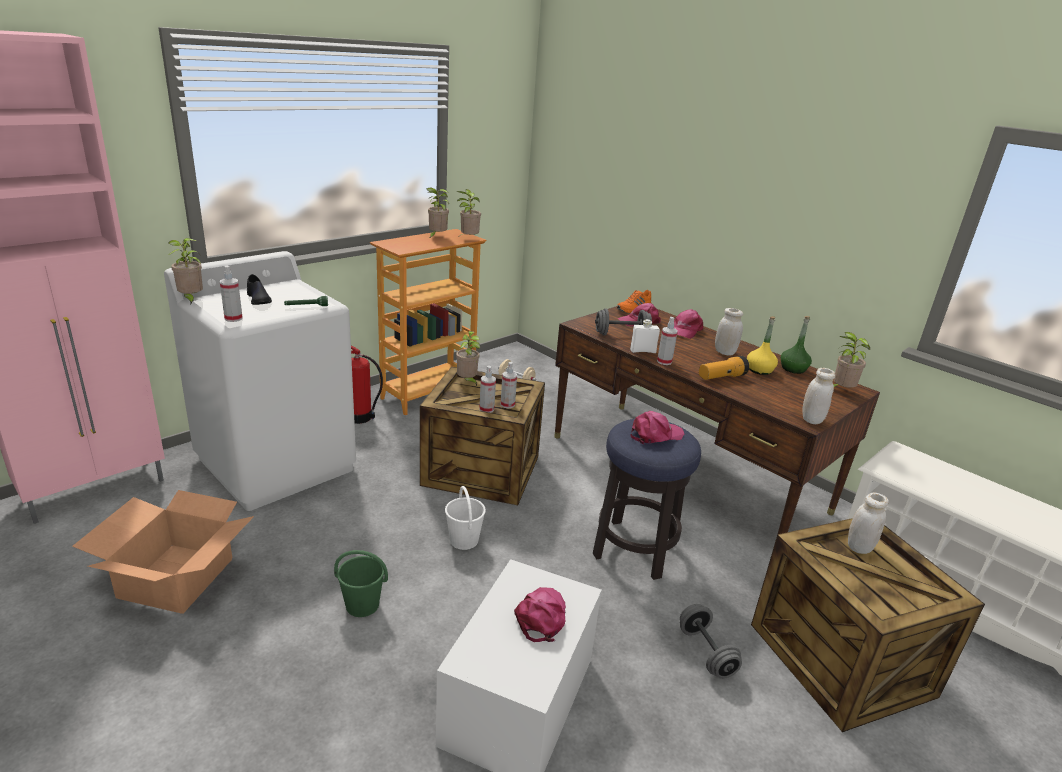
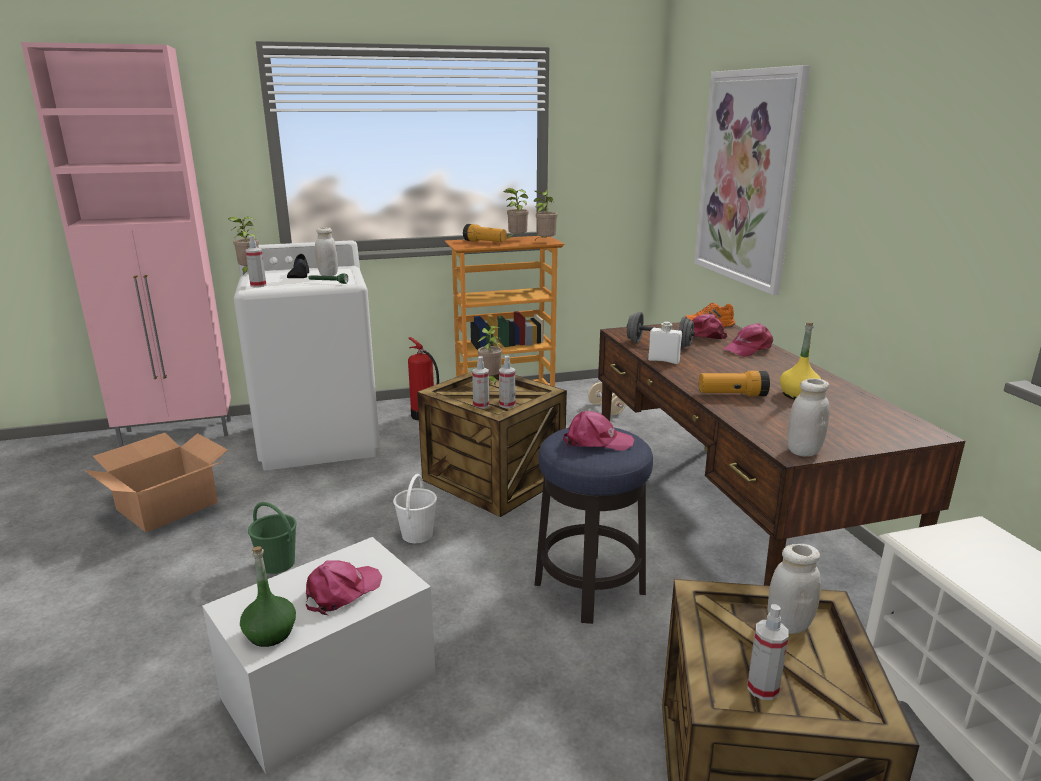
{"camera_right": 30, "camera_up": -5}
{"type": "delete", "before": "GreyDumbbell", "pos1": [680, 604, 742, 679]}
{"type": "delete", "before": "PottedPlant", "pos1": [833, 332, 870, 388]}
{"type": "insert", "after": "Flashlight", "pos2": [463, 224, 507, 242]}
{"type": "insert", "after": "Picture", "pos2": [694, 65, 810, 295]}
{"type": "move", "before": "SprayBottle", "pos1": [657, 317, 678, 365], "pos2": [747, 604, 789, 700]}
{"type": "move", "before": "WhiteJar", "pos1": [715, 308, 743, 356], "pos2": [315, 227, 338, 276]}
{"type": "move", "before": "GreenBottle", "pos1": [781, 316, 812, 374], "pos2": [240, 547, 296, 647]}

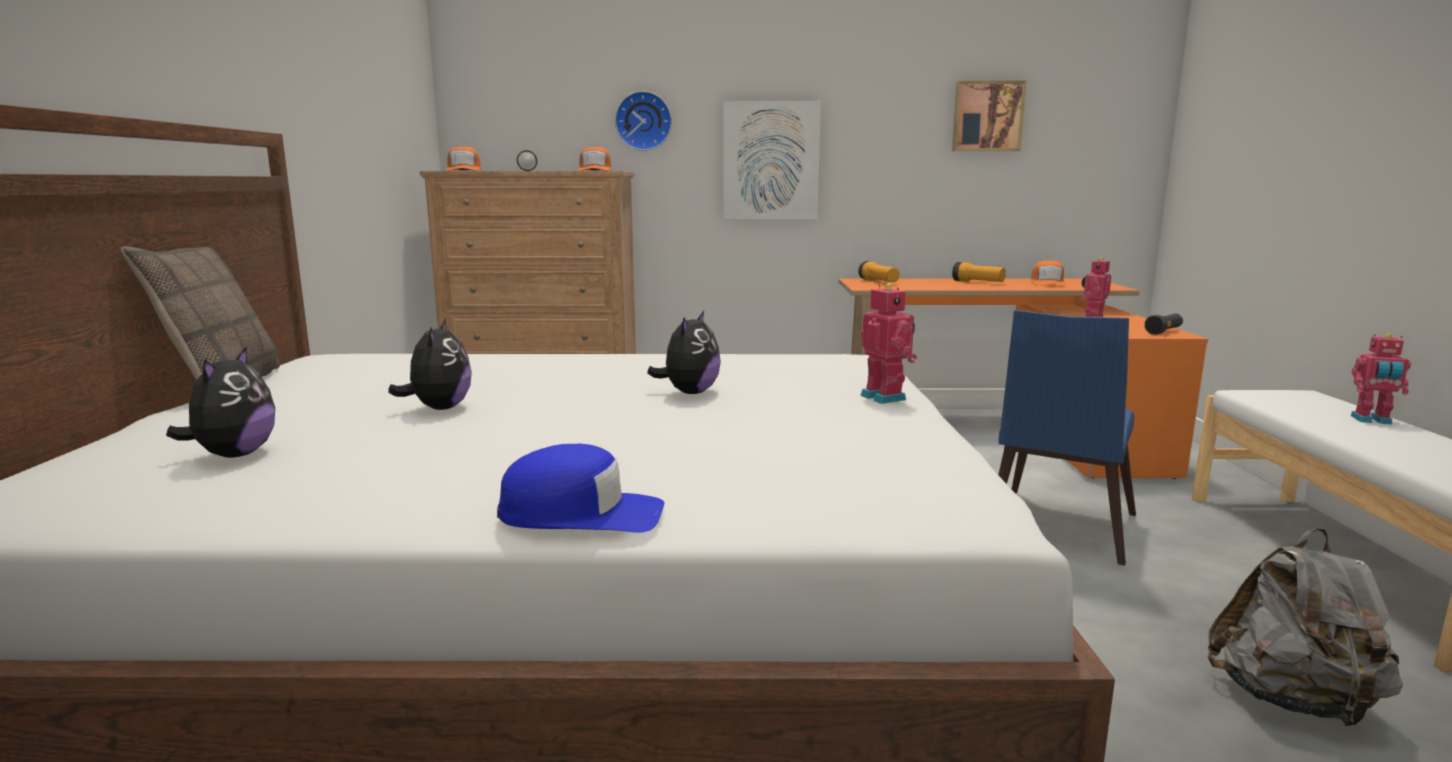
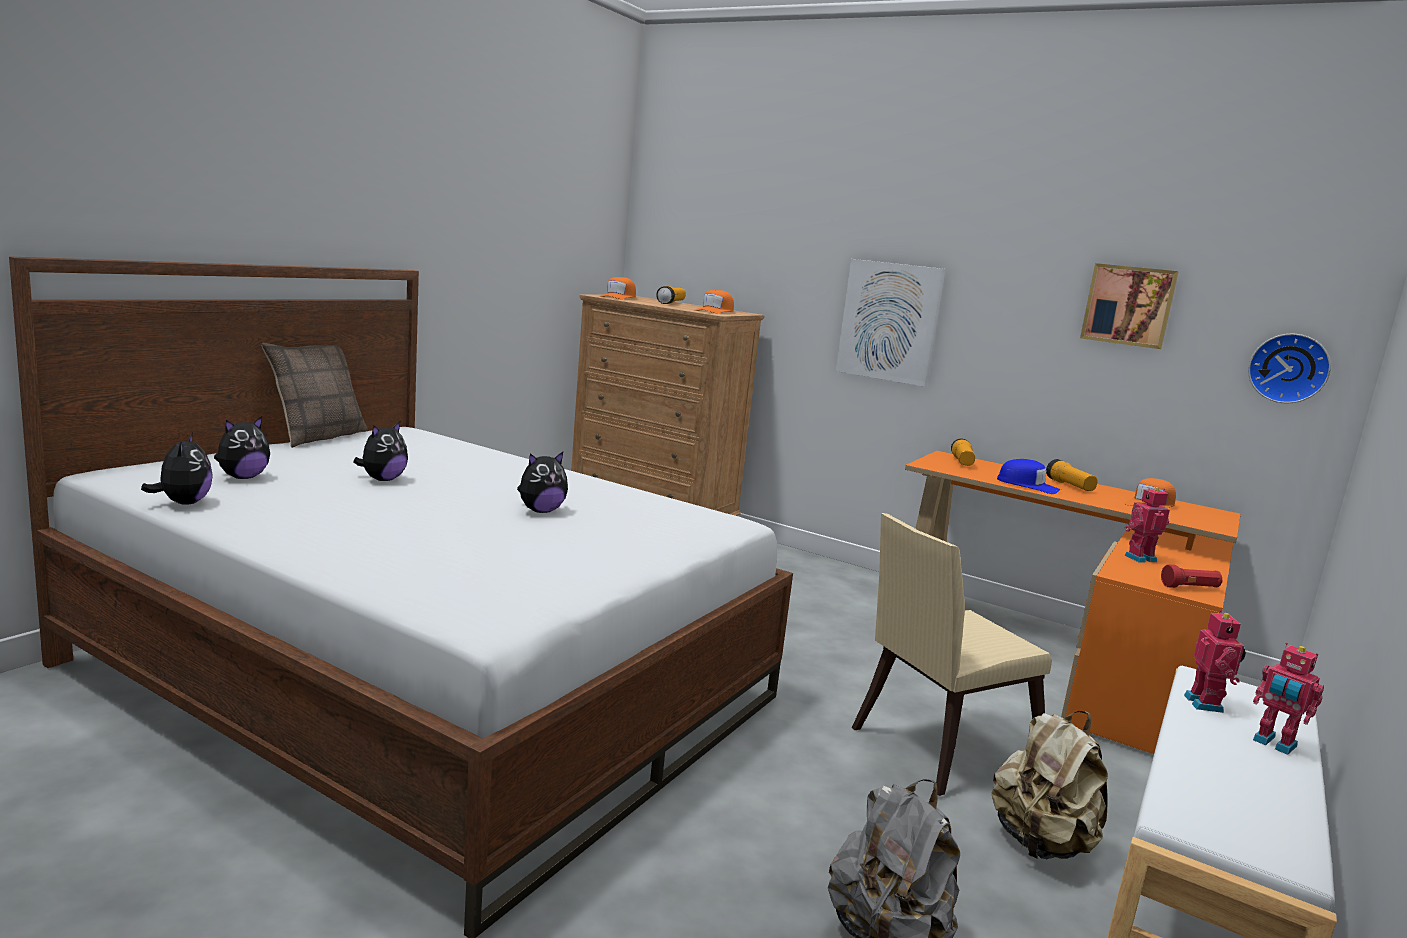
{"camera_right": 30, "camera_up": 0}
{"type": "insert", "after": "PlushToy", "pos2": [141, 432, 213, 505]}
{"type": "insert", "after": "BeigeBackpack", "pos2": [991, 711, 1108, 859]}
{"type": "move", "before": "BlueCap", "pos1": [497, 444, 664, 532], "pos2": [997, 459, 1061, 494]}
{"type": "move", "before": "WallClock", "pos1": [615, 91, 672, 151], "pos2": [1248, 334, 1331, 403]}
{"type": "move", "before": "ToyRobot", "pos1": [860, 284, 917, 404], "pos2": [1184, 610, 1246, 713]}
{"type": "recolor", "before": "BlueChair", "after": "BeigeChair", "pos1": [998, 310, 1136, 566], "pos2": [852, 513, 1052, 796]}
{"type": "recolor", "before": "BlackFlashlight", "after": "RedFlashlight", "pos1": [1144, 313, 1183, 335], "pos2": [1161, 564, 1223, 588]}

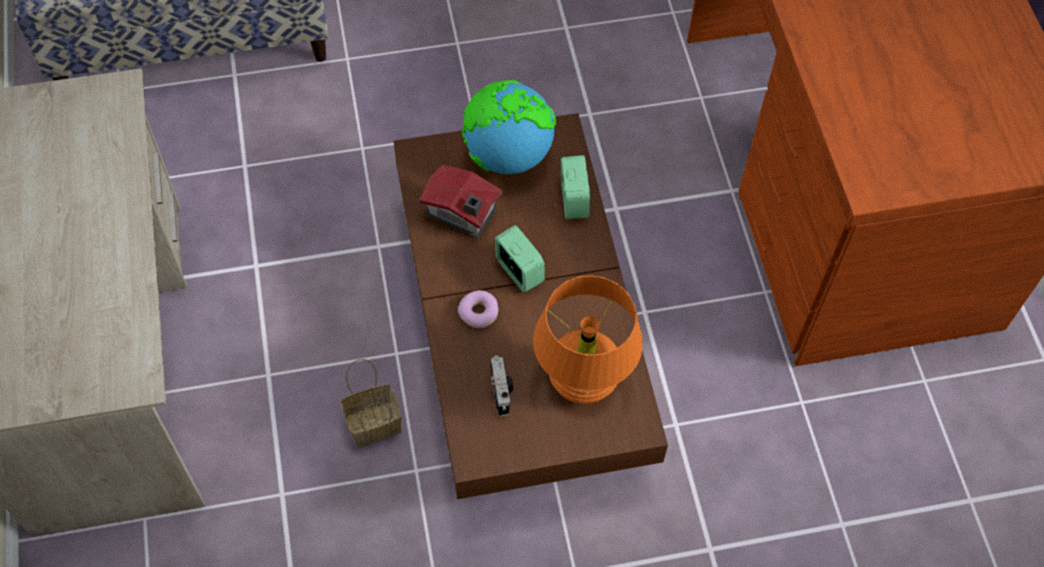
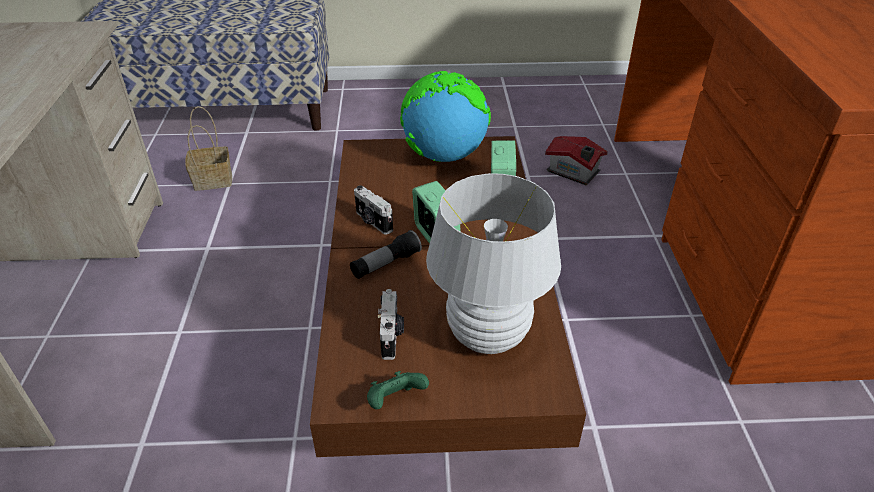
{"camera_right": 10, "camera_up": -20}
{"type": "insert", "after": "PhotoCamera", "pos2": [354, 185, 393, 235]}
{"type": "insert", "after": "GreenGameController", "pos2": [367, 371, 429, 409]}
{"type": "move", "before": "Basket", "pos1": [341, 359, 402, 448], "pos2": [185, 106, 232, 191]}
{"type": "move", "before": "ToyHouse", "pos1": [419, 165, 502, 239], "pos2": [545, 136, 608, 185]}
{"type": "replace", "before": "Donut", "after": "Flashlight", "pos1": [458, 290, 499, 328], "pos2": [350, 230, 422, 279]}
{"type": "recolor", "before": "OrangeTableLamp", "after": "WhiteTableLamp", "pos1": [533, 275, 643, 404], "pos2": [426, 173, 561, 354]}

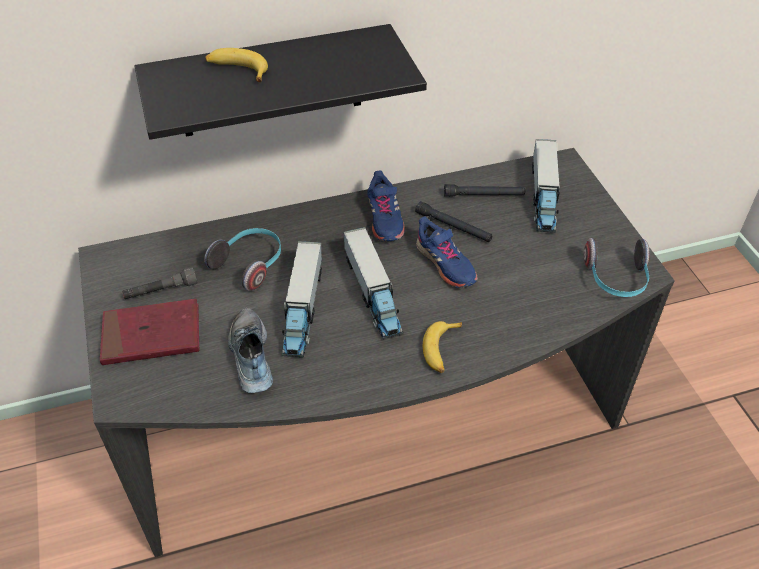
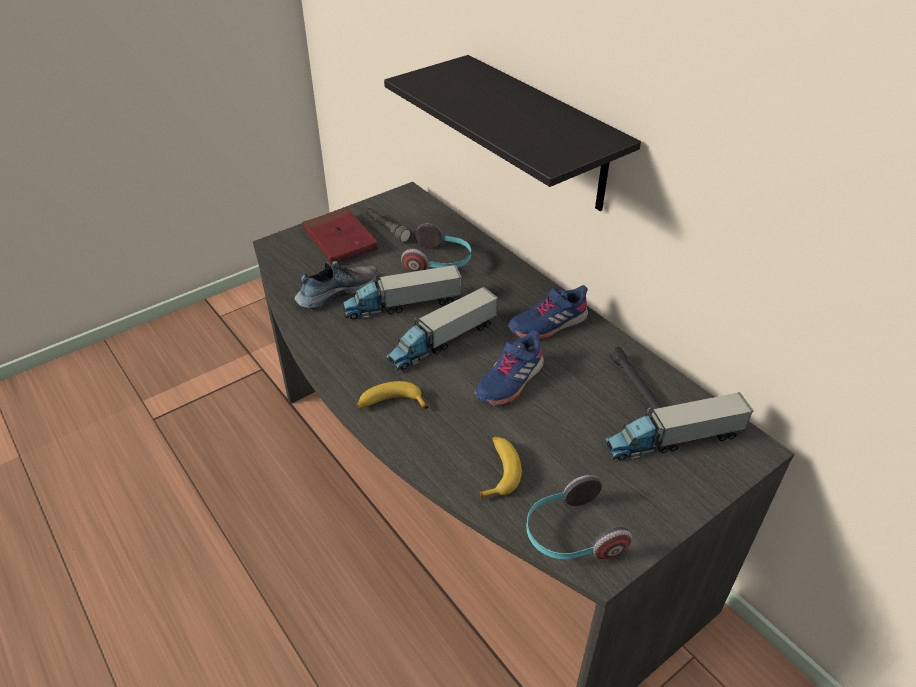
{"camera_right": 70, "camera_up": -5}
{"type": "delete", "before": "BlackFlashlight", "pos1": [415, 201, 492, 242]}
{"type": "move", "before": "Banana", "pos1": [205, 48, 268, 82], "pos2": [480, 436, 522, 499]}

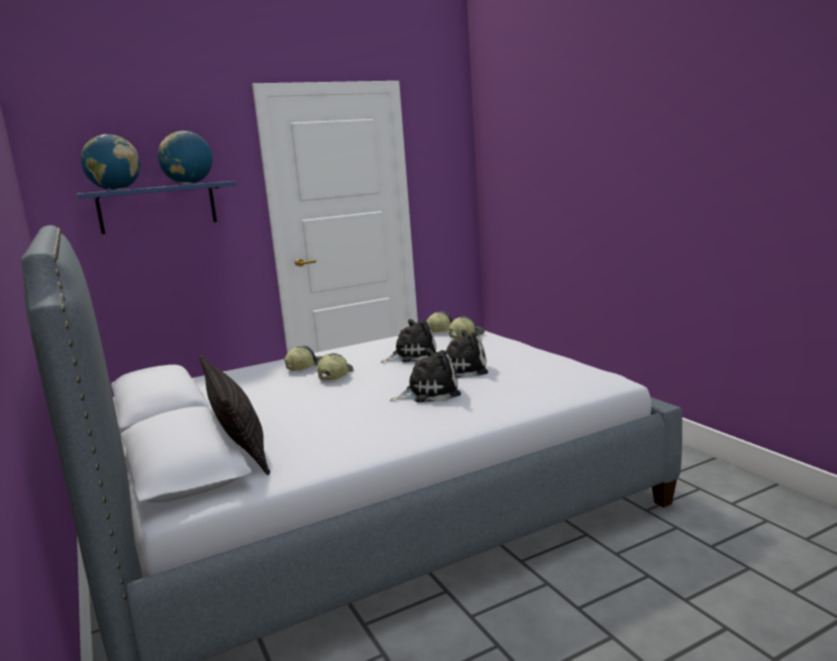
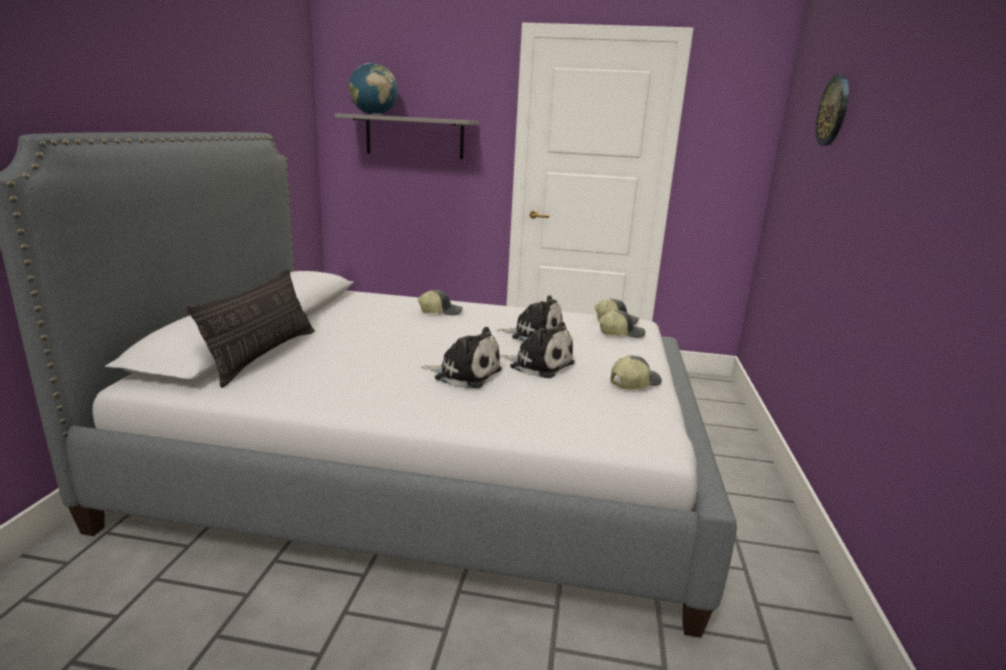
{"camera_right": 35, "camera_up": 5}
{"type": "delete", "before": "Globe", "pos1": [158, 131, 212, 184]}
{"type": "insert", "after": "WallClock", "pos2": [815, 74, 849, 146]}
{"type": "move", "before": "Cap", "pos1": [317, 353, 354, 380], "pos2": [611, 355, 662, 390]}
{"type": "recolor", "before": "BlueShelf", "after": "GreyShelf", "pos1": [76, 181, 236, 234], "pos2": [335, 113, 478, 159]}

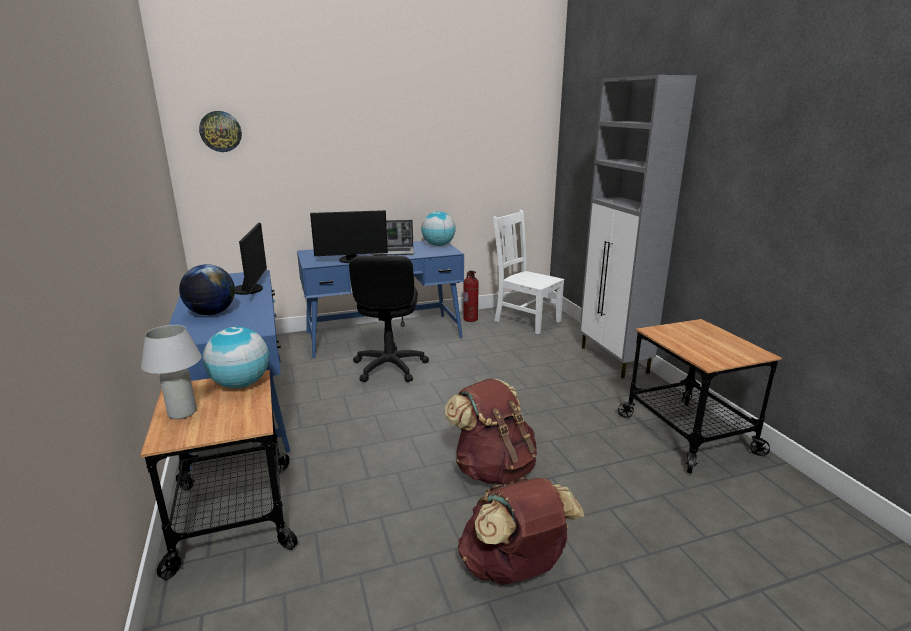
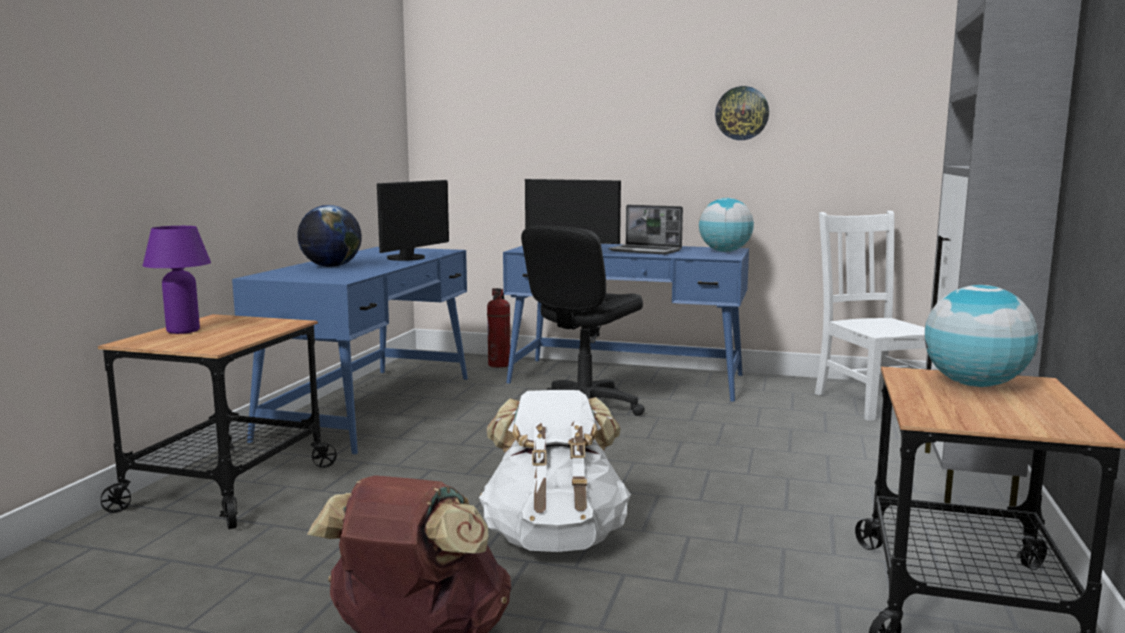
{"camera_right": 35, "camera_up": -10}
{"type": "move", "before": "WallClock", "pos1": [199, 111, 242, 152], "pos2": [715, 86, 769, 140]}
{"type": "move", "before": "Globe", "pos1": [203, 327, 269, 388], "pos2": [925, 285, 1038, 387]}
{"type": "move", "before": "FireExtinguisher", "pos1": [463, 270, 479, 322], "pos2": [487, 288, 510, 368]}
{"type": "recolor", "before": "WhiteTableLamp", "after": "PurpleTableLamp", "pos1": [141, 325, 202, 419], "pos2": [143, 226, 211, 334]}
{"type": "recolor", "before": "BrownBackpack", "after": "WhiteBackpack", "pos1": [445, 378, 537, 485], "pos2": [479, 390, 631, 552]}

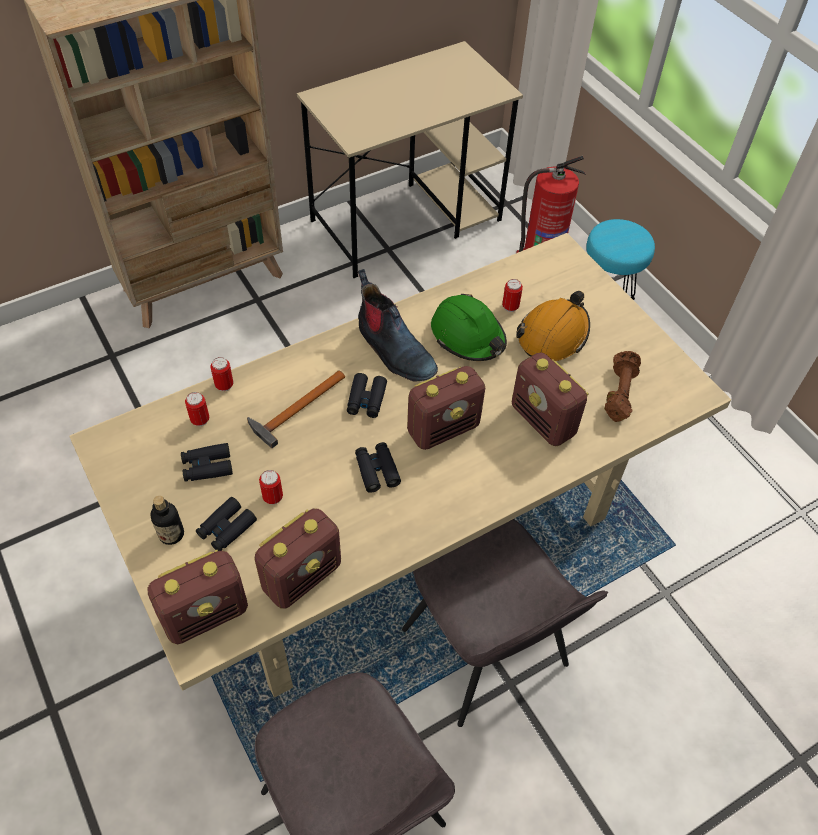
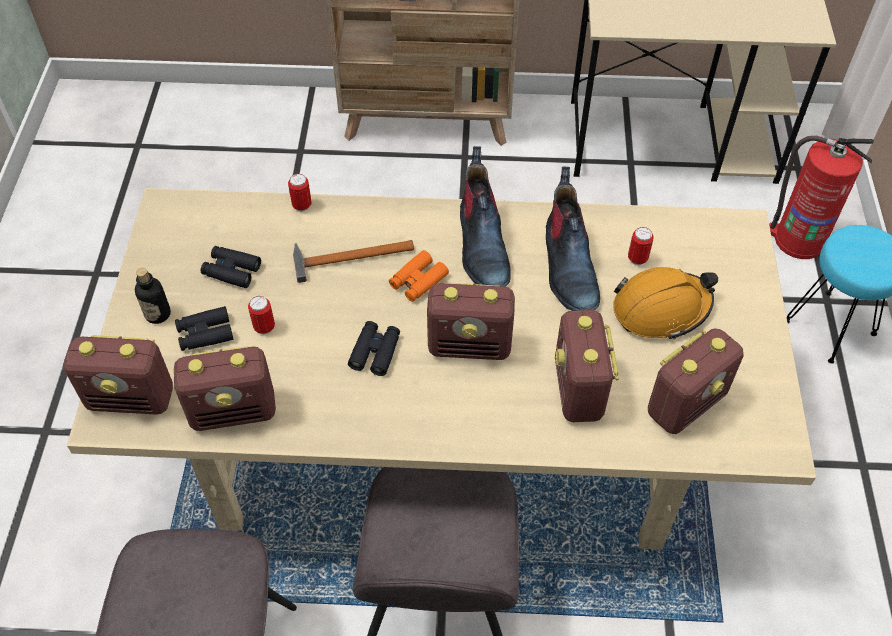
{"camera_right": 35, "camera_up": 0}
{"type": "delete", "before": "Can", "pos1": [185, 392, 209, 426]}
{"type": "replace", "before": "GreenHardHat", "after": "Boot", "pos1": [431, 294, 507, 361], "pos2": [546, 167, 600, 311]}
{"type": "replace", "before": "BrownDumbbell", "after": "Radio", "pos1": [604, 351, 641, 422], "pos2": [648, 329, 744, 434]}
{"type": "recolor", "before": "BlackBinoculars", "after": "OrangeBinoculars", "pos1": [347, 373, 387, 418], "pos2": [389, 250, 449, 302]}

